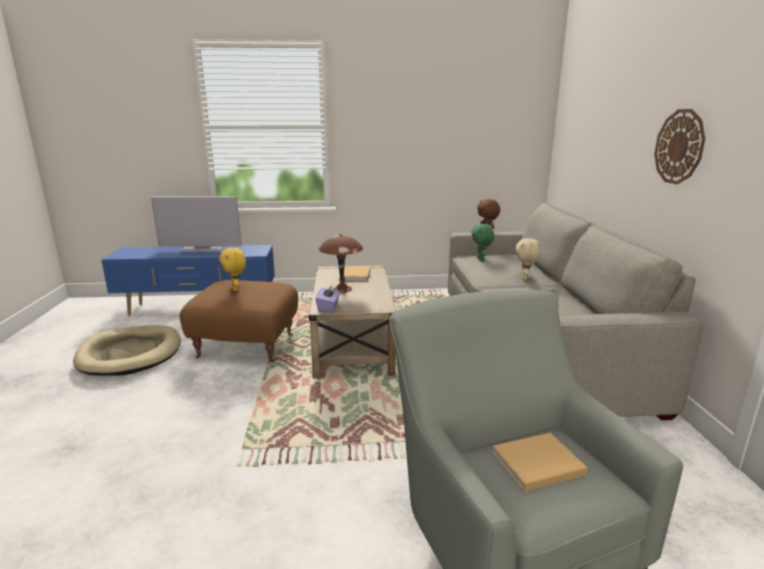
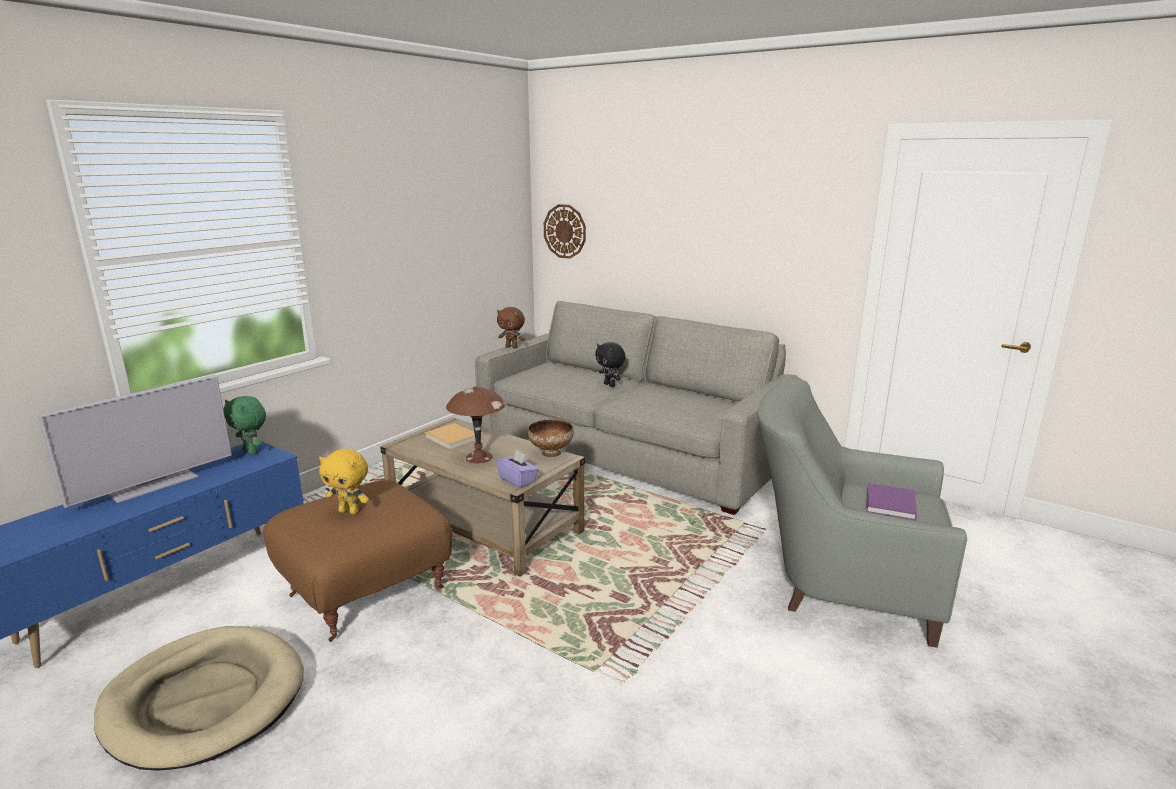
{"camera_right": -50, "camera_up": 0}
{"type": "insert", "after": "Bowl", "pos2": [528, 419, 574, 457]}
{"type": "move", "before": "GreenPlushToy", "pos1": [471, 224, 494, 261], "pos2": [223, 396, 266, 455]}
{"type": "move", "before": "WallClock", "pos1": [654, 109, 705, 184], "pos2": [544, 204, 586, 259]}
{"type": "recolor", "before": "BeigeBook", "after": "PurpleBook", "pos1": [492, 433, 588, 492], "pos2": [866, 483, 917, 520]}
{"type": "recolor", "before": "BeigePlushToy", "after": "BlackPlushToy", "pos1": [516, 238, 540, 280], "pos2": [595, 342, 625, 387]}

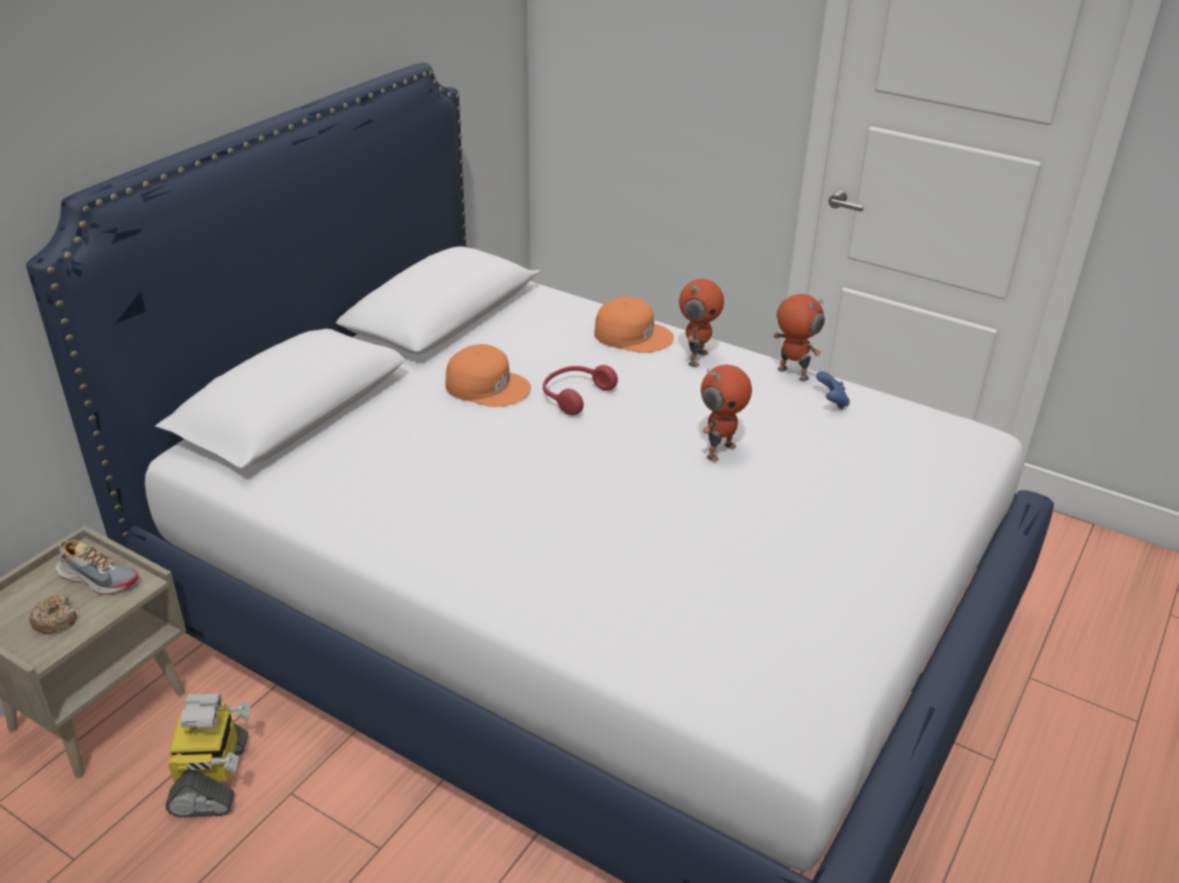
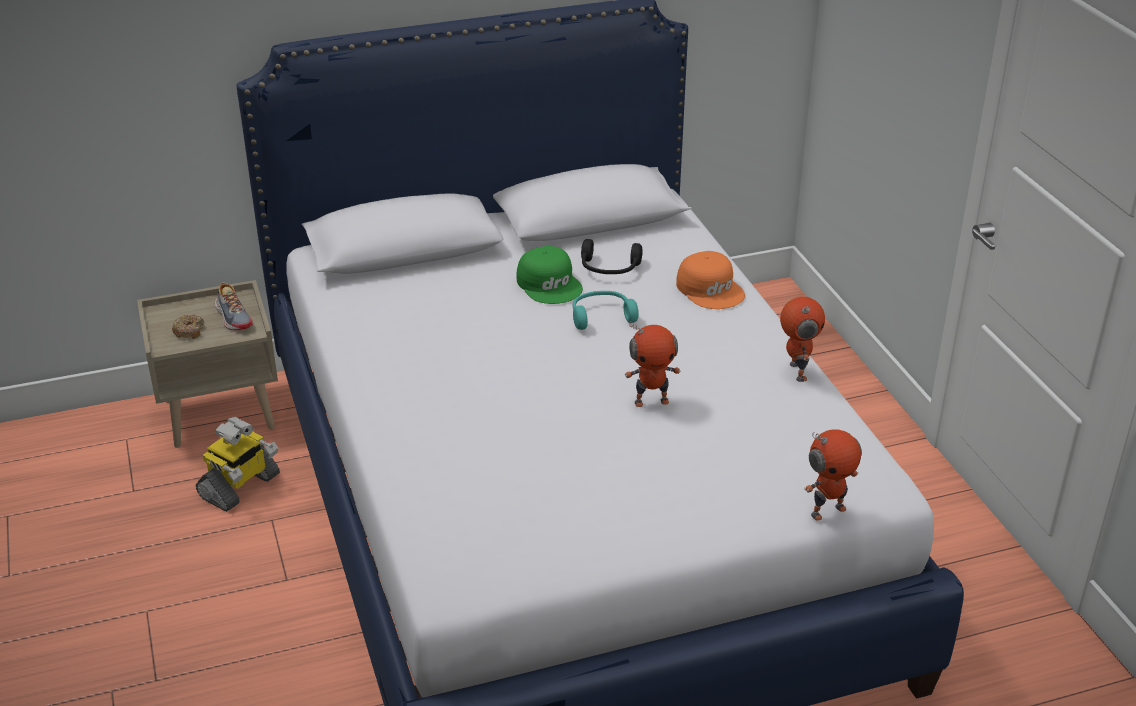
{"camera_right": 40, "camera_up": 0}
{"type": "delete", "before": "BlueGameController", "pos1": [816, 371, 850, 409]}
{"type": "insert", "after": "BlackHeadphones", "pos2": [581, 239, 643, 274]}
{"type": "move", "before": "ToyRobot", "pos1": [679, 279, 724, 367], "pos2": [804, 429, 862, 521]}
{"type": "recolor", "before": "OrangeCap", "after": "GreenCap", "pos1": [445, 344, 531, 407], "pos2": [516, 246, 583, 304]}
{"type": "recolor", "before": "RedHeadphones", "after": "TurquoiseHeadphones", "pos1": [543, 365, 618, 415], "pos2": [573, 291, 639, 330]}

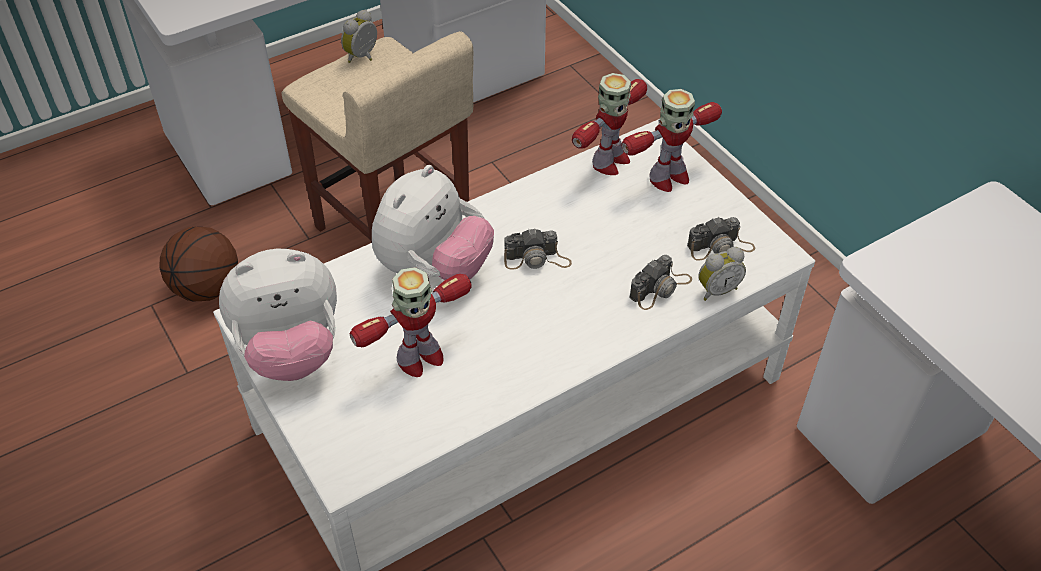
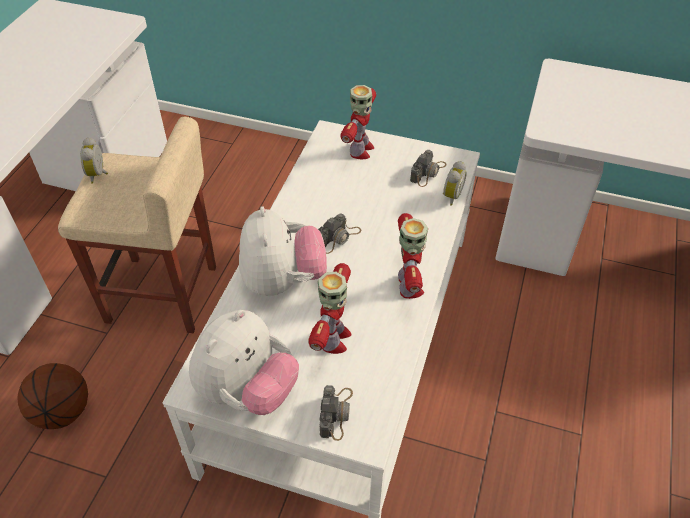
{"camera_right": -40, "camera_up": 0}
{"type": "move", "before": "ToyRobot", "pos1": [572, 73, 647, 175], "pos2": [398, 213, 428, 299]}
{"type": "move", "before": "PhotoCamera", "pos1": [629, 255, 692, 310], "pos2": [320, 385, 353, 441]}

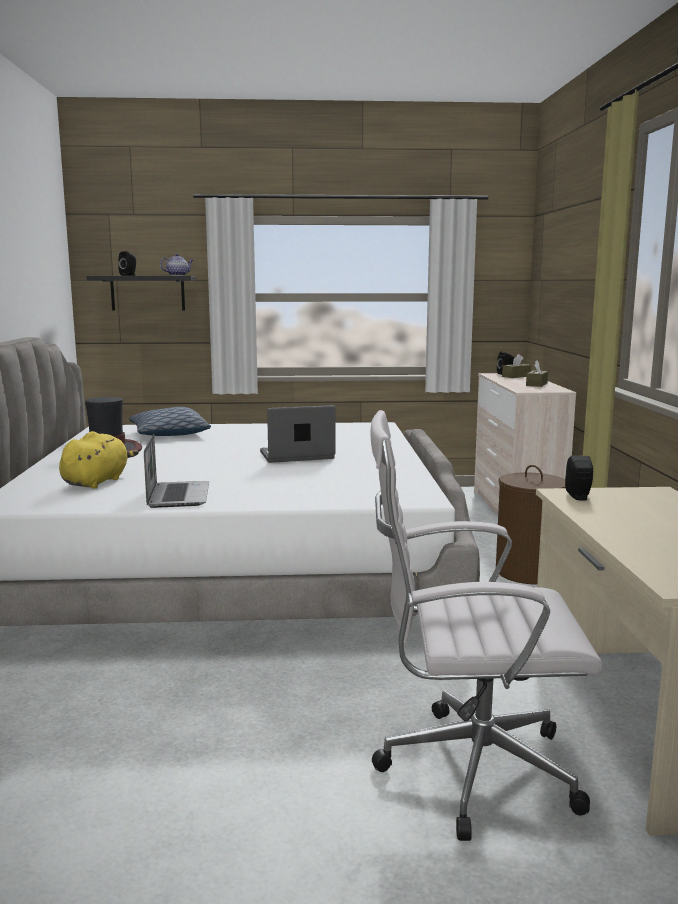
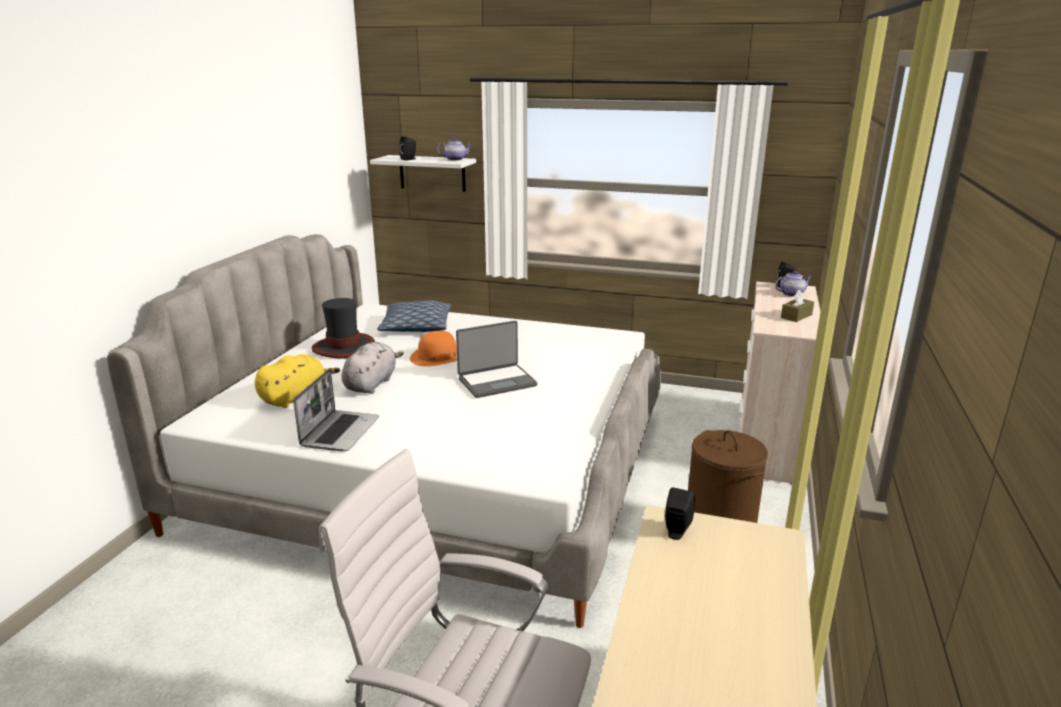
{"camera_right": 20, "camera_up": 10}
{"type": "insert", "after": "GreyPlushToy", "pos2": [342, 342, 404, 394]}
{"type": "insert", "after": "OrangeHat", "pos2": [410, 331, 457, 366]}
{"type": "replace", "before": "BrownTissueBox", "after": "Teapot", "pos1": [502, 354, 531, 378], "pos2": [775, 271, 812, 297]}
{"type": "recolor", "before": "BlackShelf", "after": "WhiteShelf", "pos1": [86, 276, 197, 311], "pos2": [370, 155, 476, 192]}
{"type": "rotate", "before": "Laptop", "pos1": [260, 405, 335, 463], "pos2": [456, 321, 537, 398], "turn": 150}

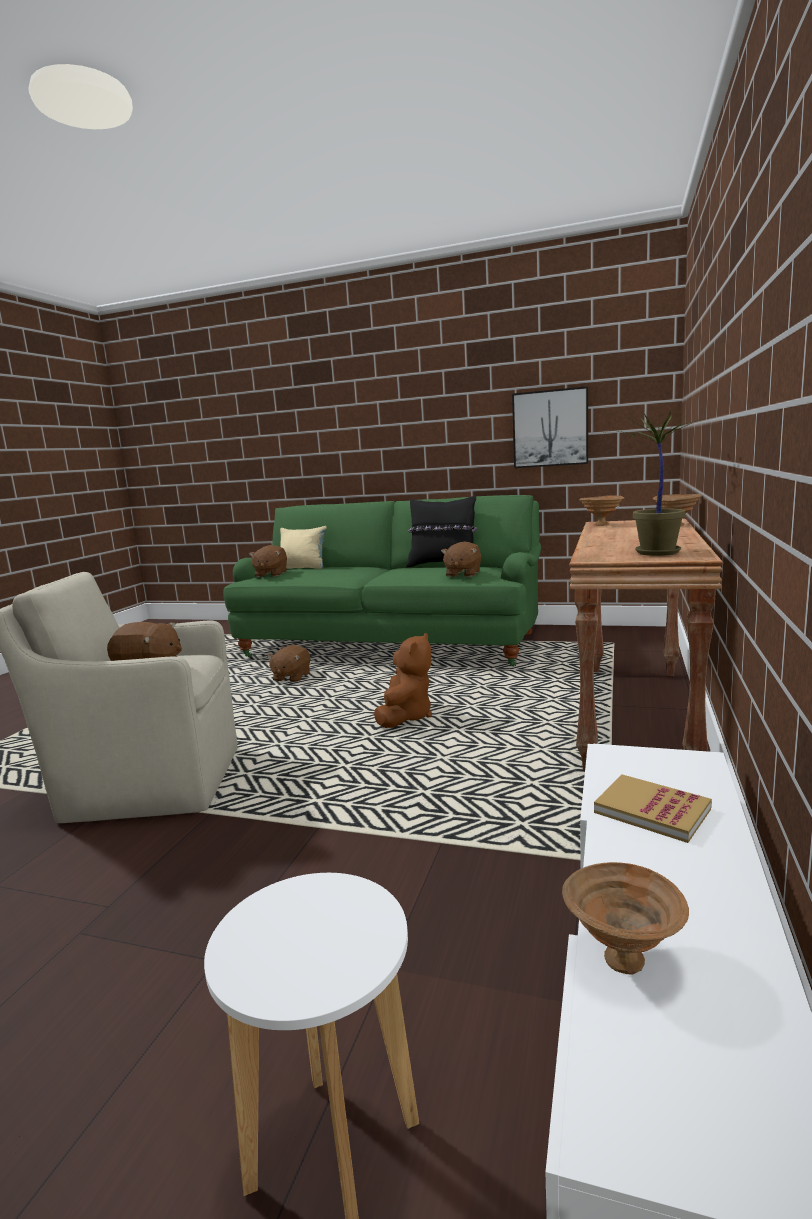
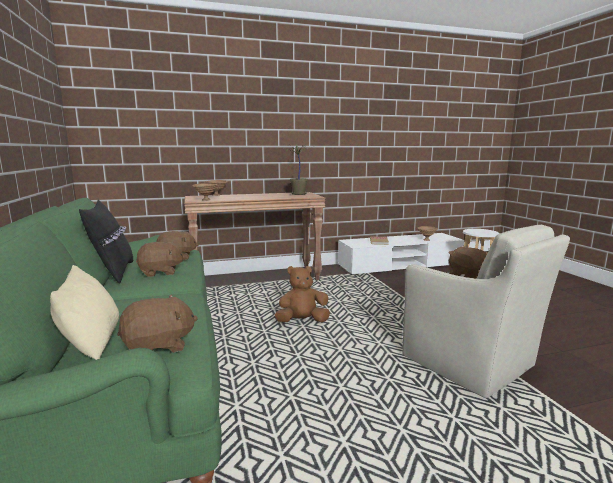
{"camera_right": -125, "camera_up": 0}
{"type": "delete", "before": "Picture", "pos1": [512, 386, 588, 468]}
{"type": "move", "before": "BrownPlushToy", "pos1": [267, 645, 310, 682], "pos2": [136, 242, 186, 277]}

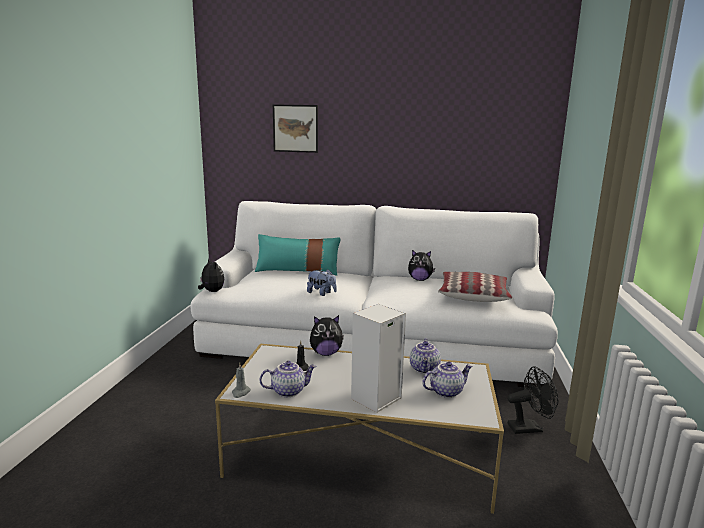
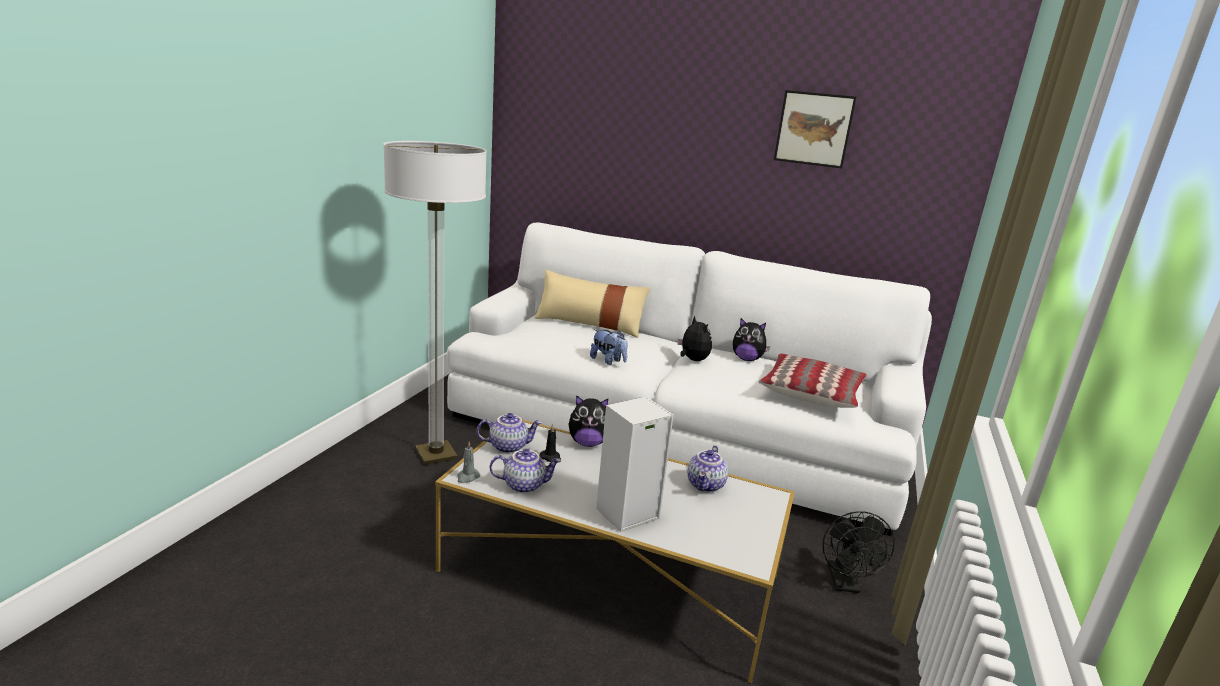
{"camera_right": 10, "camera_up": 5}
{"type": "insert", "after": "FloorLamp", "pos2": [383, 141, 487, 465]}
{"type": "move", "before": "PlushToy", "pos1": [198, 258, 224, 292], "pos2": [678, 316, 712, 361]}
{"type": "move", "before": "Picture", "pos1": [273, 104, 318, 153], "pos2": [774, 90, 857, 168]}
{"type": "move", "before": "Teapot", "pos1": [422, 361, 472, 398], "pos2": [476, 413, 542, 453]}
{"type": "recolor", "before": "TurquoisePillow", "after": "BeigePillow", "pos1": [255, 234, 341, 276], "pos2": [535, 270, 650, 338]}
{"type": "rotate", "before": "BlackFan", "pos1": [507, 366, 558, 434], "pos2": [822, 511, 895, 593], "turn": 90}

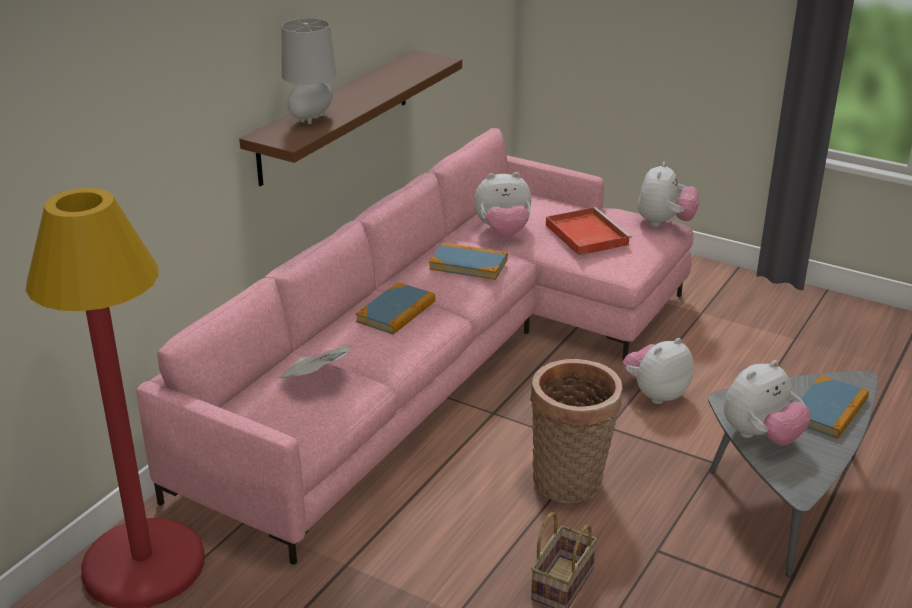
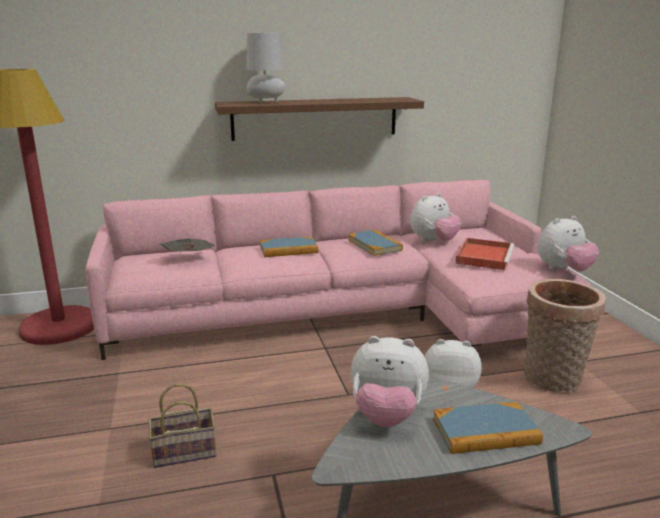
{"camera_right": 45, "camera_up": -10}
{"type": "move", "before": "Basket", "pos1": [530, 359, 622, 503], "pos2": [524, 279, 606, 393]}
{"type": "rotate", "before": "PlushToy", "pos1": [474, 172, 531, 236], "pos2": [410, 193, 462, 242], "turn": -75}

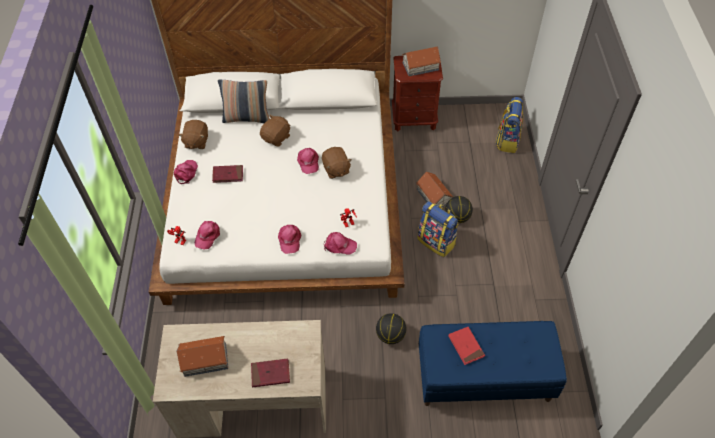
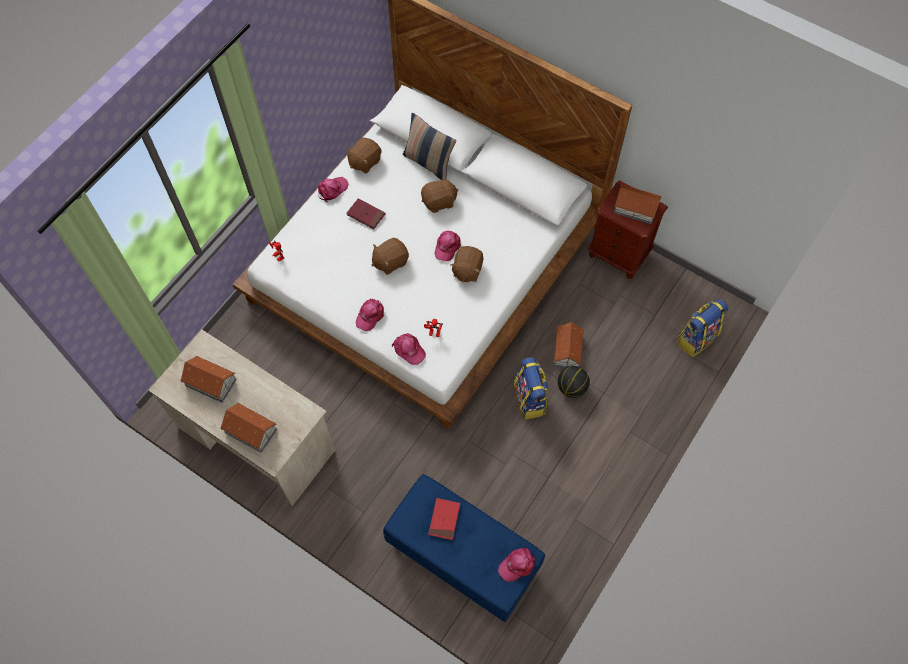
{"camera_right": 35, "camera_up": 10}
{"type": "delete", "before": "Basketball", "pos1": [376, 313, 406, 344]}
{"type": "insert", "after": "BrownPlushToy", "pos2": [372, 238, 409, 275]}
{"type": "move", "before": "PinkCap", "pos1": [195, 221, 220, 249], "pos2": [498, 547, 535, 582]}
{"type": "replace", "before": "RedBook", "after": "ToyHouse", "pos1": [251, 358, 290, 387], "pos2": [220, 403, 277, 453]}

